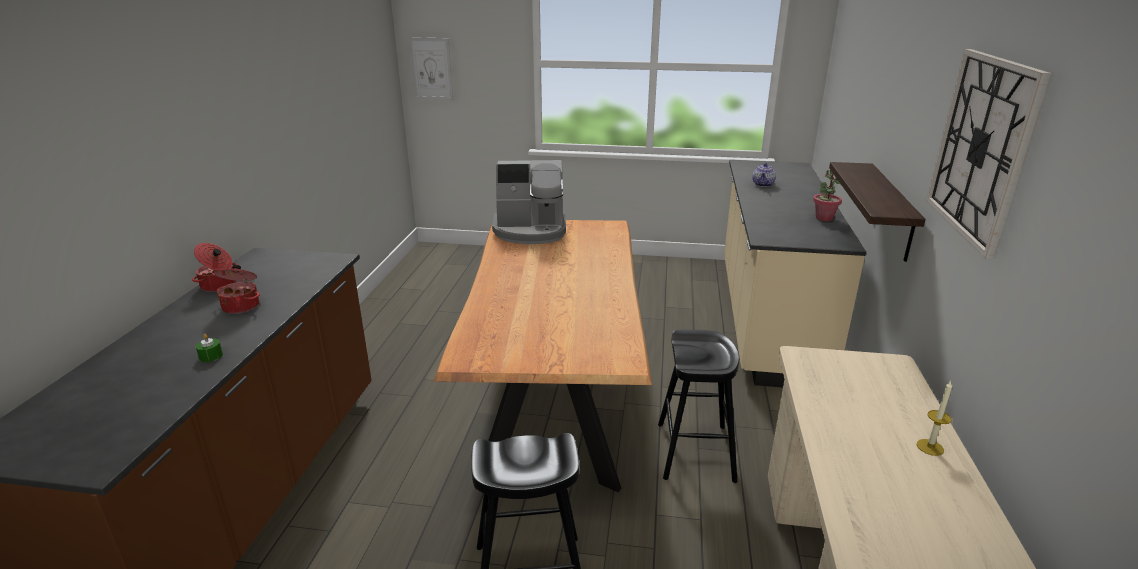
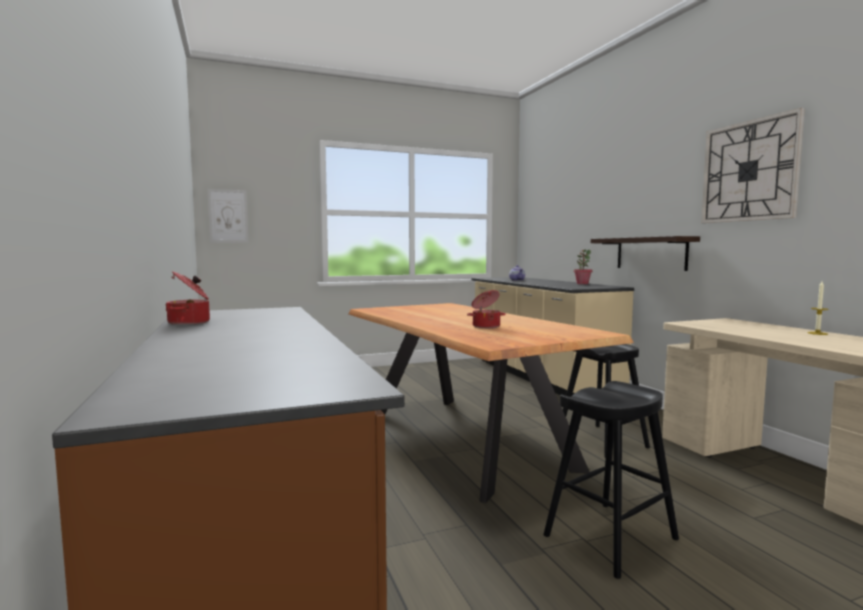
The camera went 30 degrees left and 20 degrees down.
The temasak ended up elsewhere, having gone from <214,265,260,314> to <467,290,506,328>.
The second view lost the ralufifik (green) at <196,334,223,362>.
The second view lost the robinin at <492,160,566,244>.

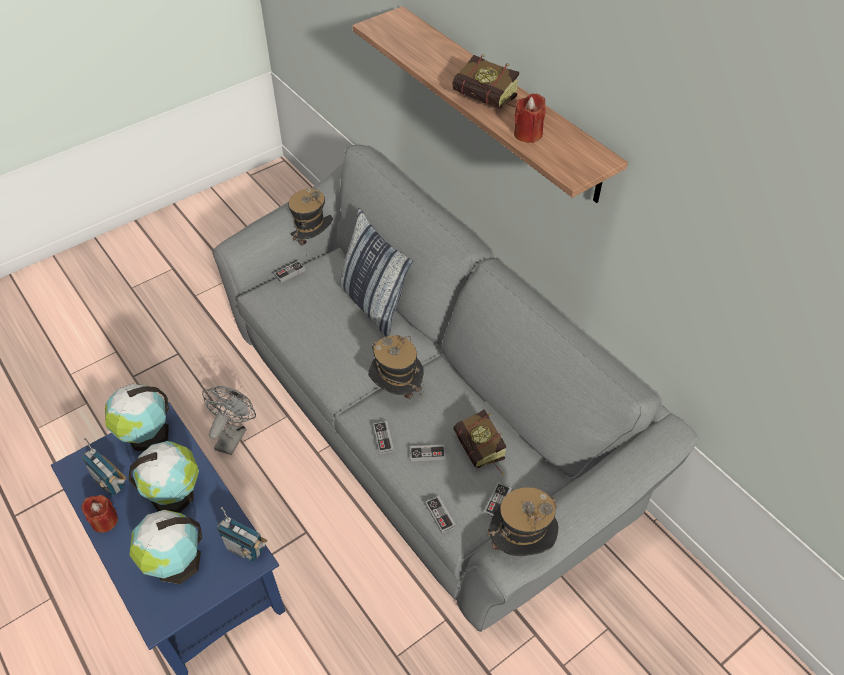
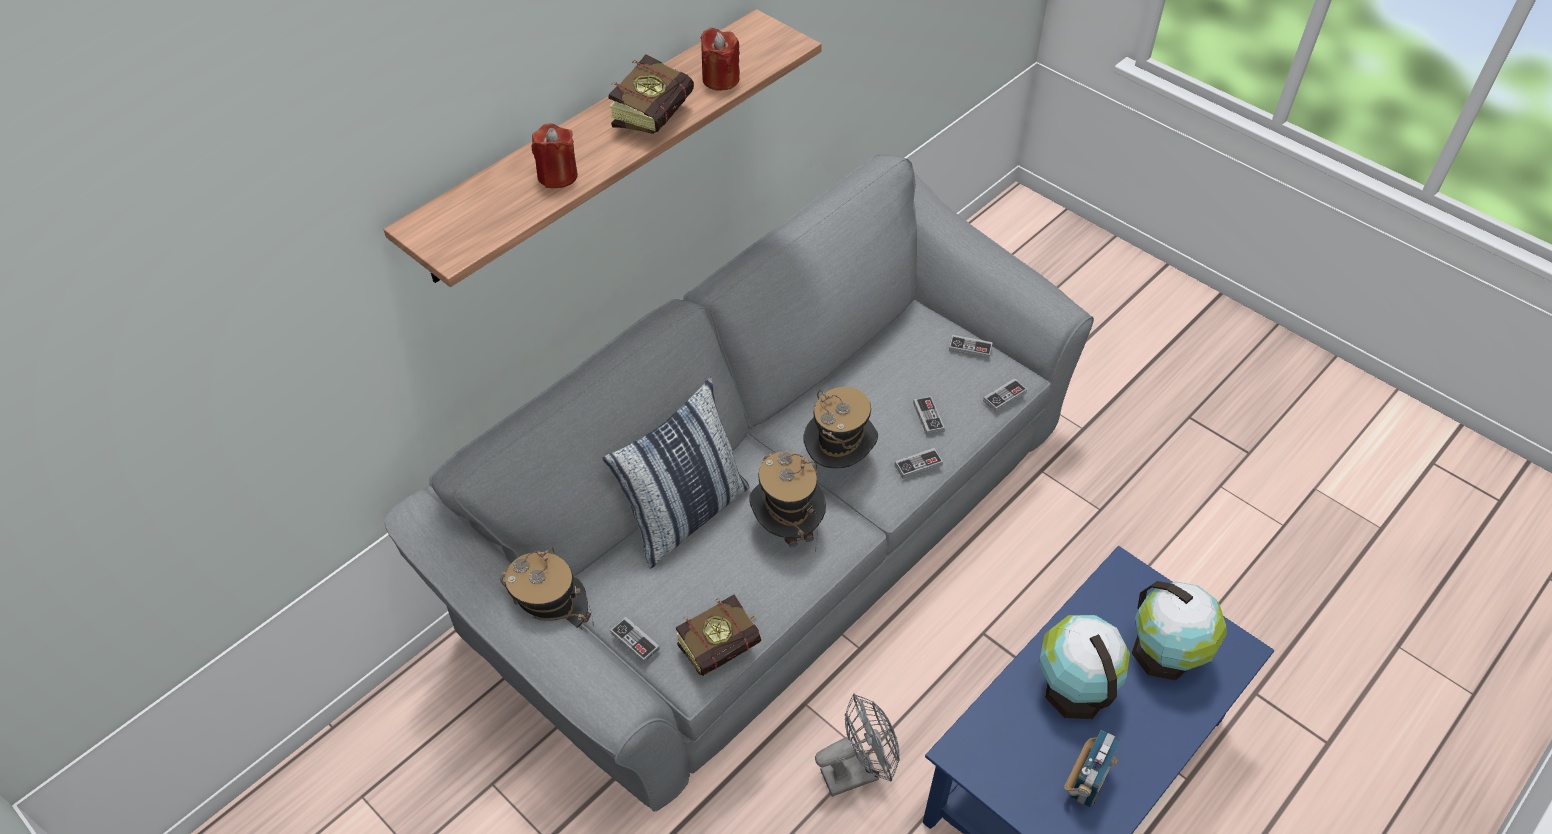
The camera went 100 degrees left and 0 degrees up.
The ralufifik (red) ended up elsewhere, having gone from <81,495,118,533> to <531,123,578,188>.
The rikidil ended up elsewhere, having gone from <453,409,506,475> to <676,595,761,676>.
The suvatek ended up elsewhere, having gone from <487,487,558,562> to <750,451,826,552>.
The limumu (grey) at <202,386,256,455> ended up facing another way, 150 degrees clockwise from before.
The second view lost the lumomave at <105,384,169,451>.
The second view lost the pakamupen at <217,507,267,562>.

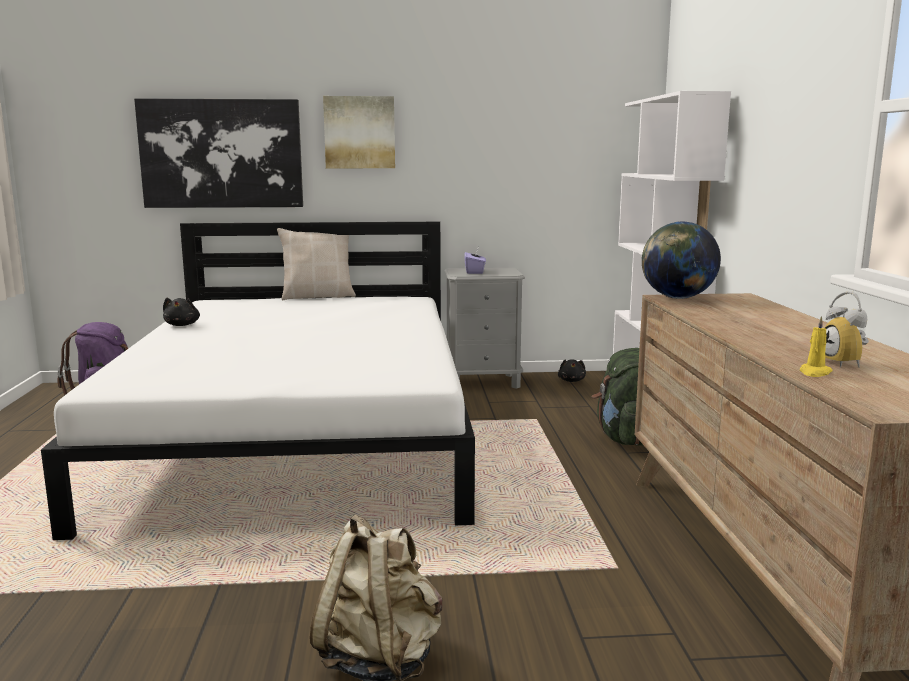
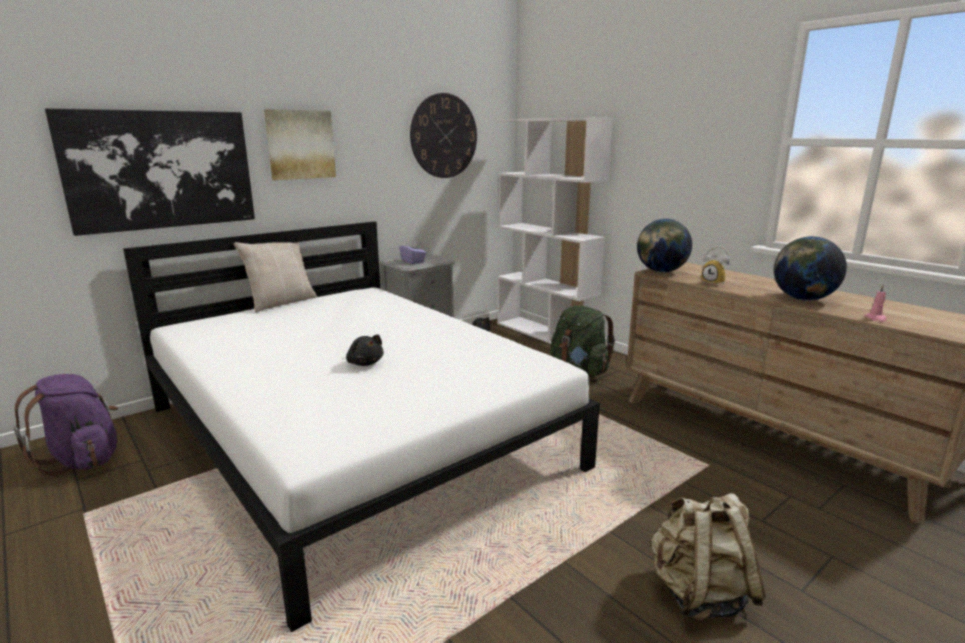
The camera went 35 degrees left and 5 degrees up.
The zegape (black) ended up elsewhere, having gone from <163,298,200,326> to <346,335,384,366>.
The second view gained the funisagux at <410,93,477,178>.
The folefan ended up elsewhere, having gone from <824,291,869,368> to <701,247,730,286>.
The second view gained the lumomave at <773,236,847,301>.
What was the ralufifik (yellow) at <800,316,833,377> turned into the ralufifik (pink) at <864,285,887,322>.

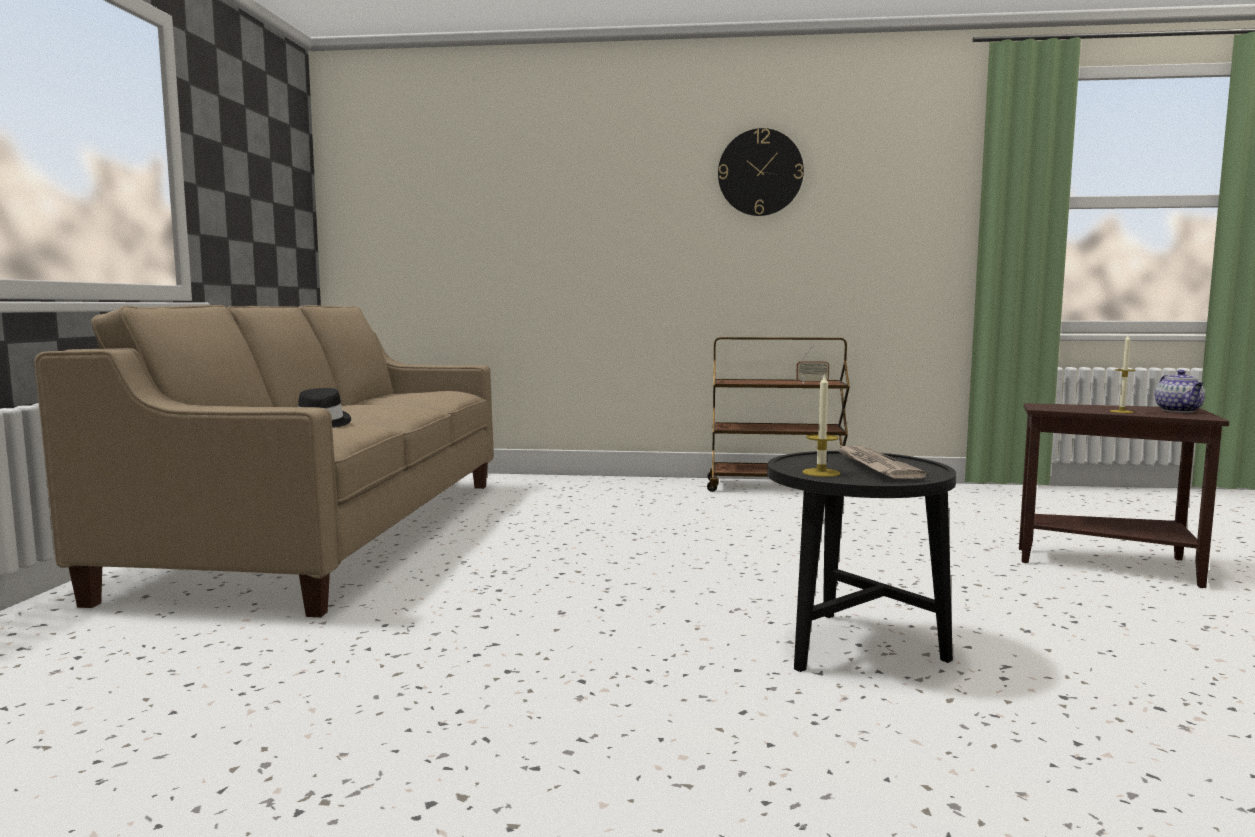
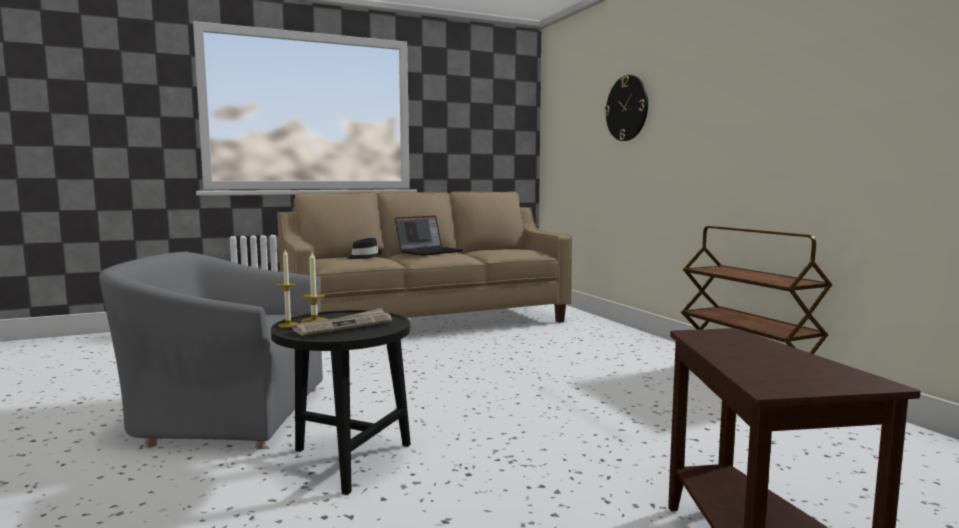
The camera went 60 degrees right and 0 degrees up.
The second view gained the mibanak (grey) at <99,252,323,450>.
The ralufifik ended up elsewhere, having gone from <1110,335,1136,413> to <277,250,297,328>.
The second view gained the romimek at <395,215,463,256>.
The funisagux ended up elsewhere, having gone from <718,128,804,216> to <604,75,648,141>.
The second view lost the pakamupen at <796,345,829,384>.
The second view lost the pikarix at <1155,370,1205,412>.

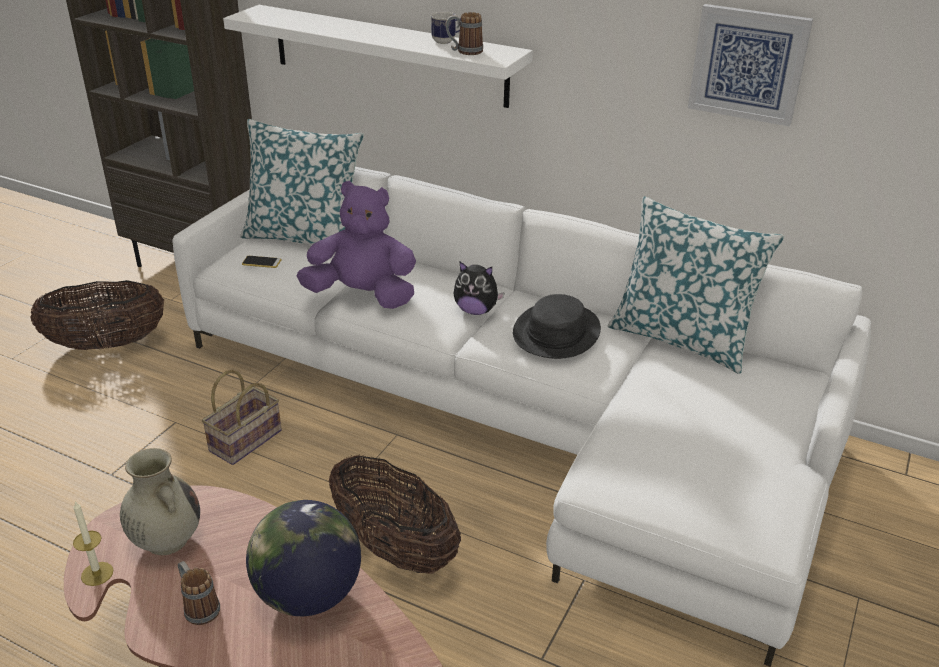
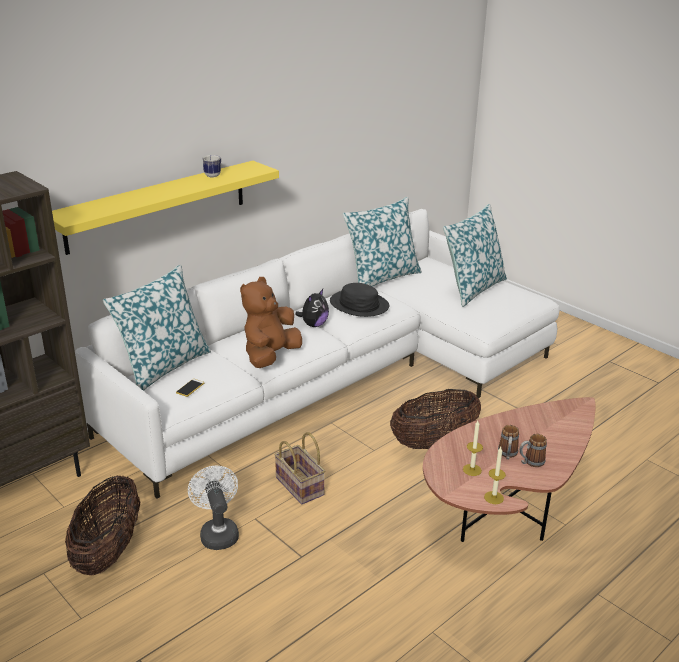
The camera went 70 degrees left and 5 degrees down.
What was the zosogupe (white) at <223,5,533,108> turned into the zosogupe (yellow) at <52,161,279,255>.
The second view gained the limumu (white) at <188,466,239,550>.
What was the zegape (purple) at <296,181,416,309> turned into the zegape (brown) at <240,277,302,368>.
The second view gained the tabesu at <443,204,507,307>.
Where the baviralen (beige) stood at <120,448,200,555>, the ralufifik came to stand at <463,421,483,476>.
The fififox ended up elsewhere, having gone from <446,12,483,55> to <498,425,519,459>.
The second view lost the lumomave at <246,500,361,616>.
The second view lost the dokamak at <688,4,813,126>.

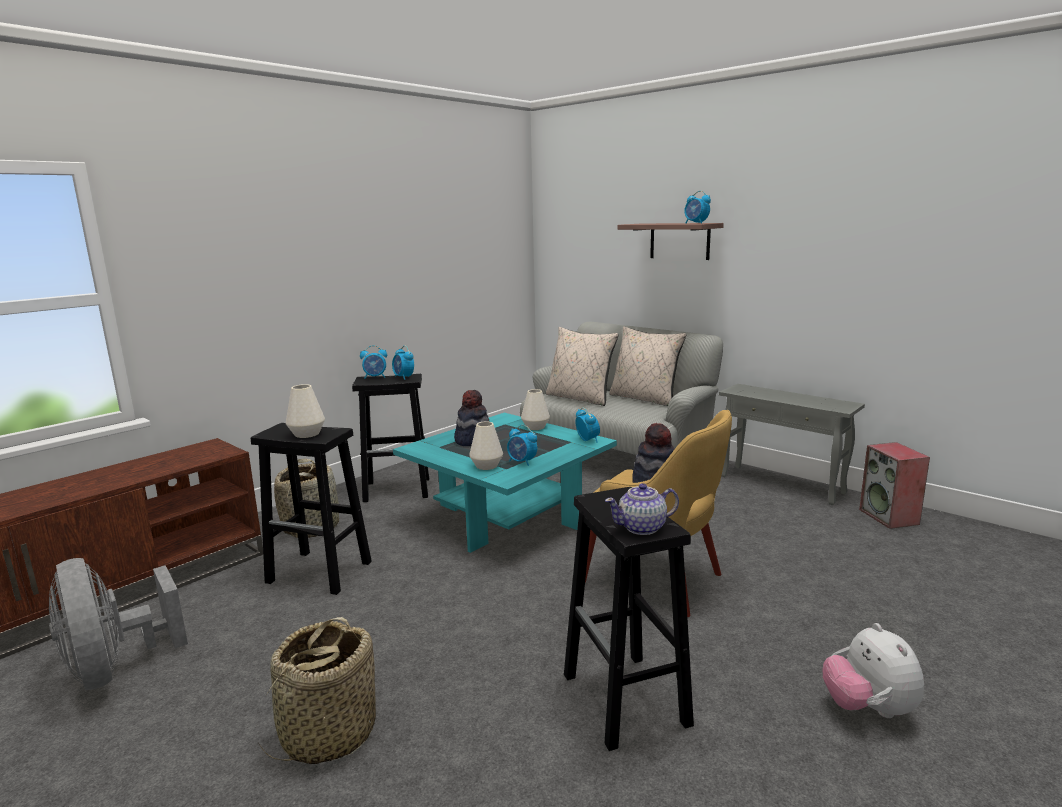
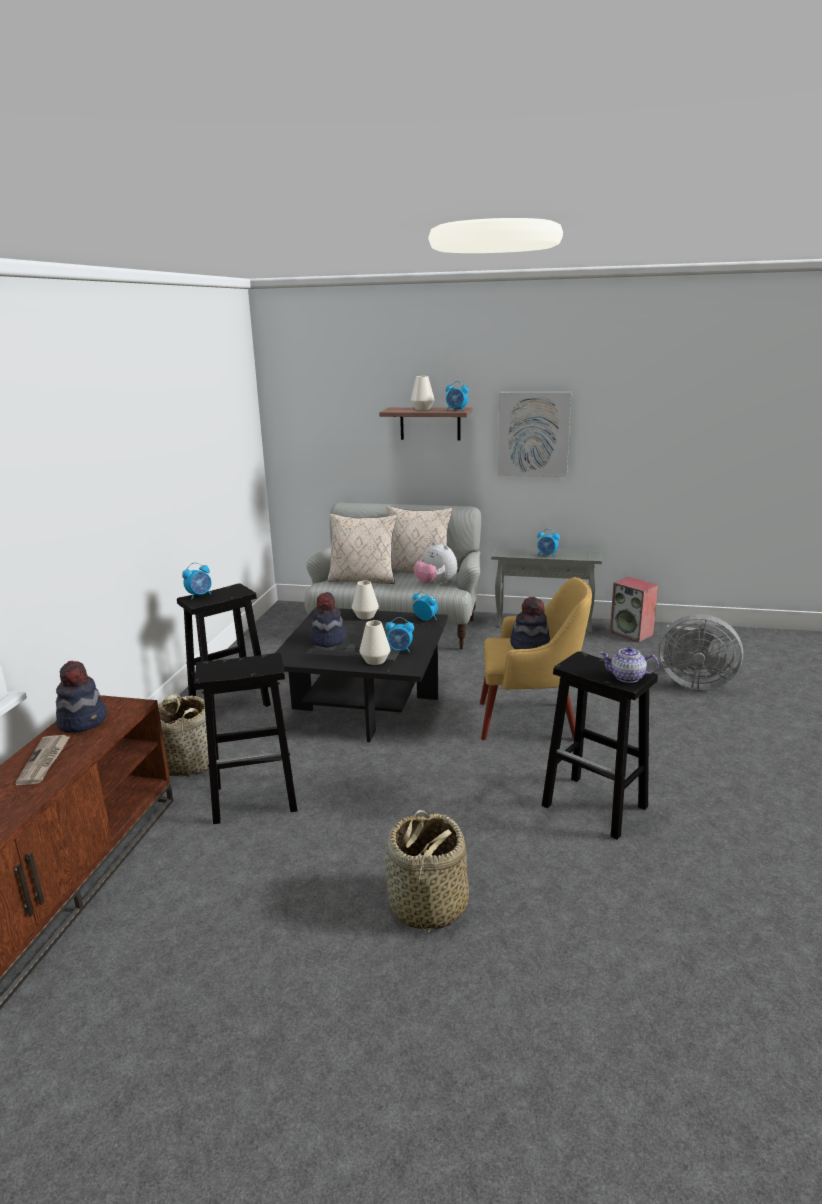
The camera went 30 degrees left and 5 degrees up.
The second view gained the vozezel at <15,735,71,785>.
The second view gained the suvatek at <56,660,107,733>.
What was the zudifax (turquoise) at <393,413,617,553> turned into the zudifax (black) at <275,607,448,742>.
The baviralen (white) ended up elsewhere, having gone from <286,384,325,438> to <411,376,435,410>.
The zegape ended up elsewhere, having gone from <823,623,924,718> to <414,542,457,585>.
The second view gained the dokamak at <498,392,571,477>.
The folefan ended up elsewhere, having gone from <392,346,414,380> to <537,528,560,557>.
The pikarix at <605,483,679,535> ended up facing another way, 60 degrees clockwise from before.
The limumu (grey) ended up elsewhere, having gone from <49,558,188,690> to <658,614,743,690>.

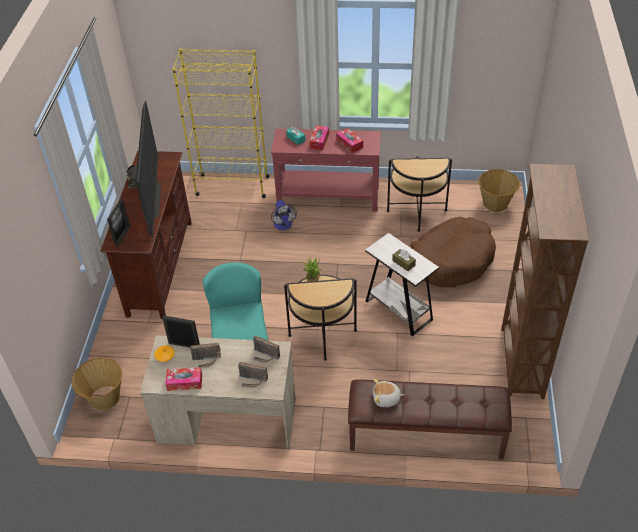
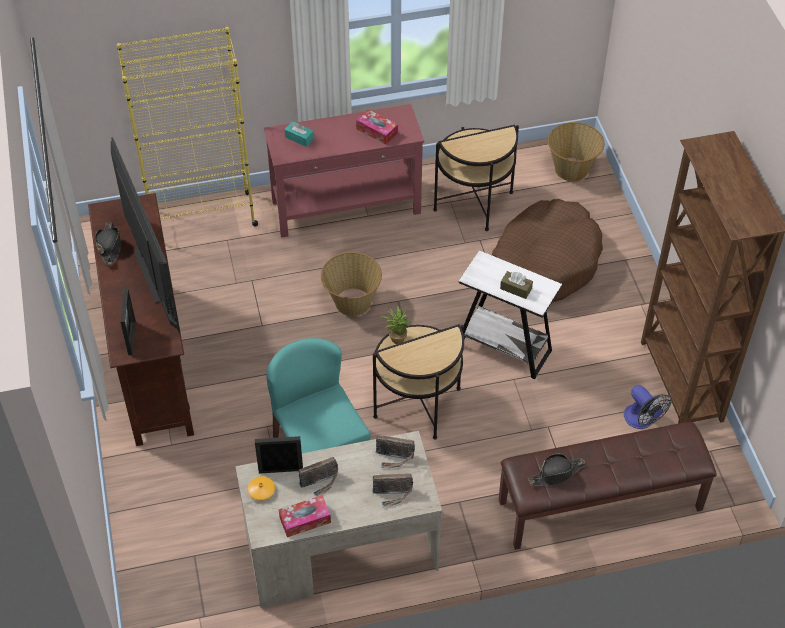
The camera went 20 degrees left and 5 degrees up.
The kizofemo ended up elsewhere, having gone from <71,357,122,410> to <321,252,382,316>.
Where the zegape stood at <373,379,404,407>, the suvatek (black) came to stand at <528,454,586,486>.
The limumu ended up elsewhere, having gone from <271,200,297,230> to <624,385,671,429>.
The second view lost the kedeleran at <309,125,329,150>.

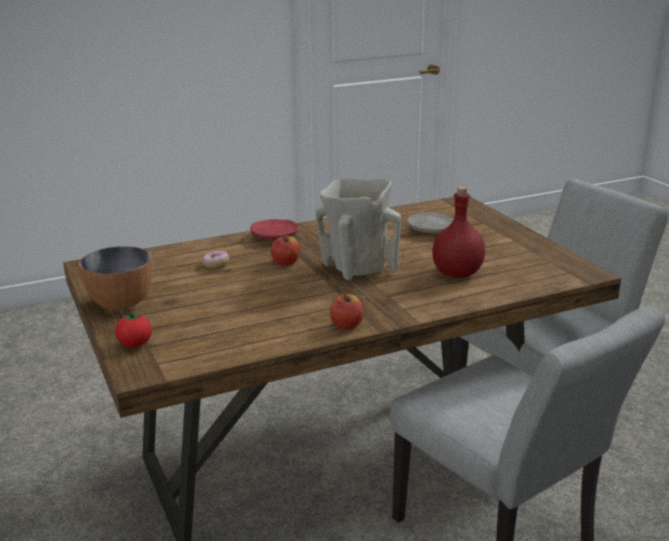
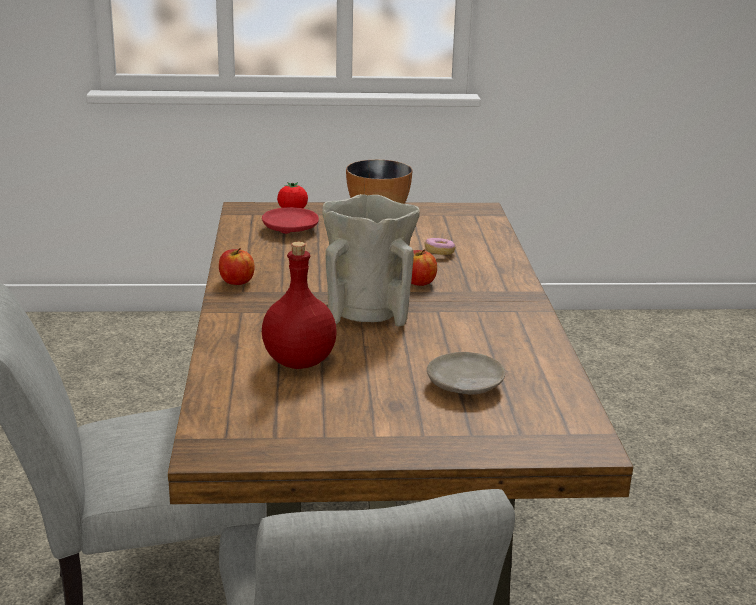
The camera went 110 degrees right and 0 degrees up.
The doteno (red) ended up elsewhere, having gone from <250,219,299,241> to <262,207,319,234>.

